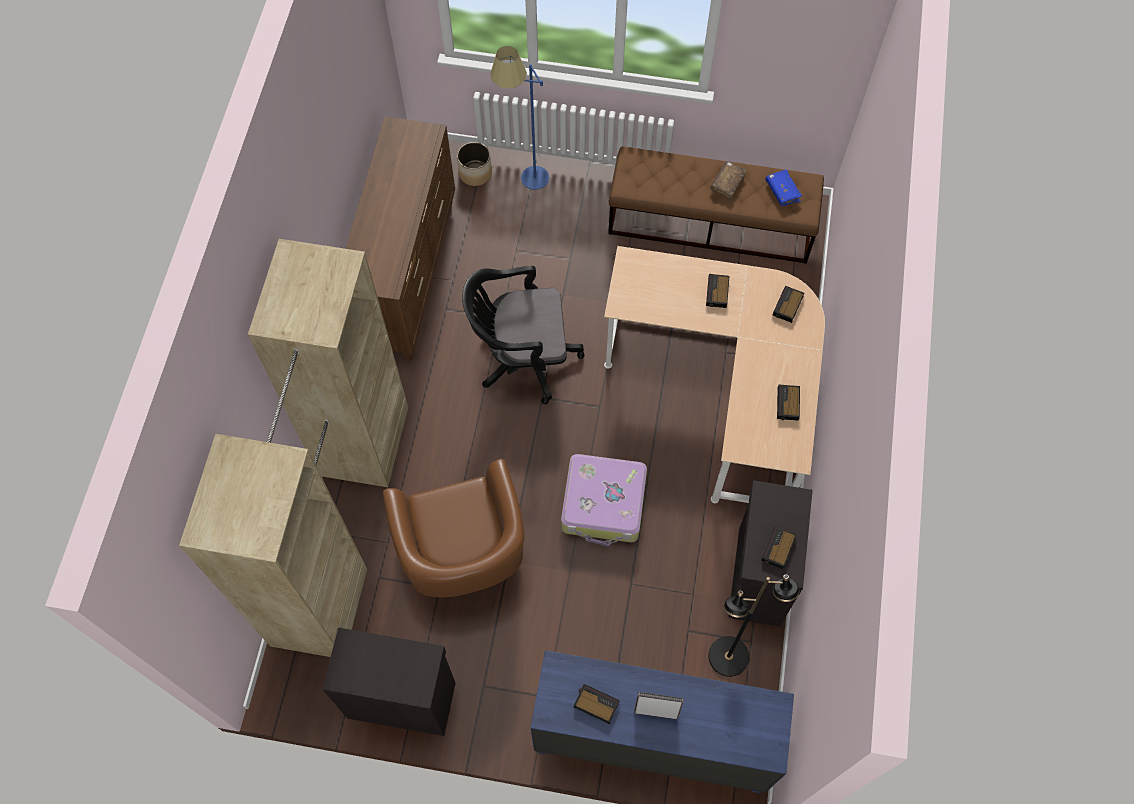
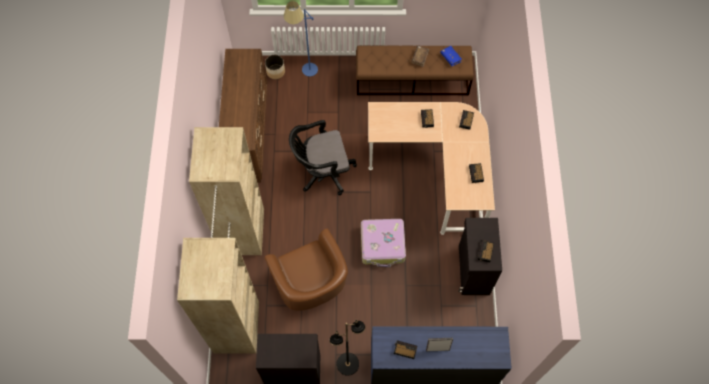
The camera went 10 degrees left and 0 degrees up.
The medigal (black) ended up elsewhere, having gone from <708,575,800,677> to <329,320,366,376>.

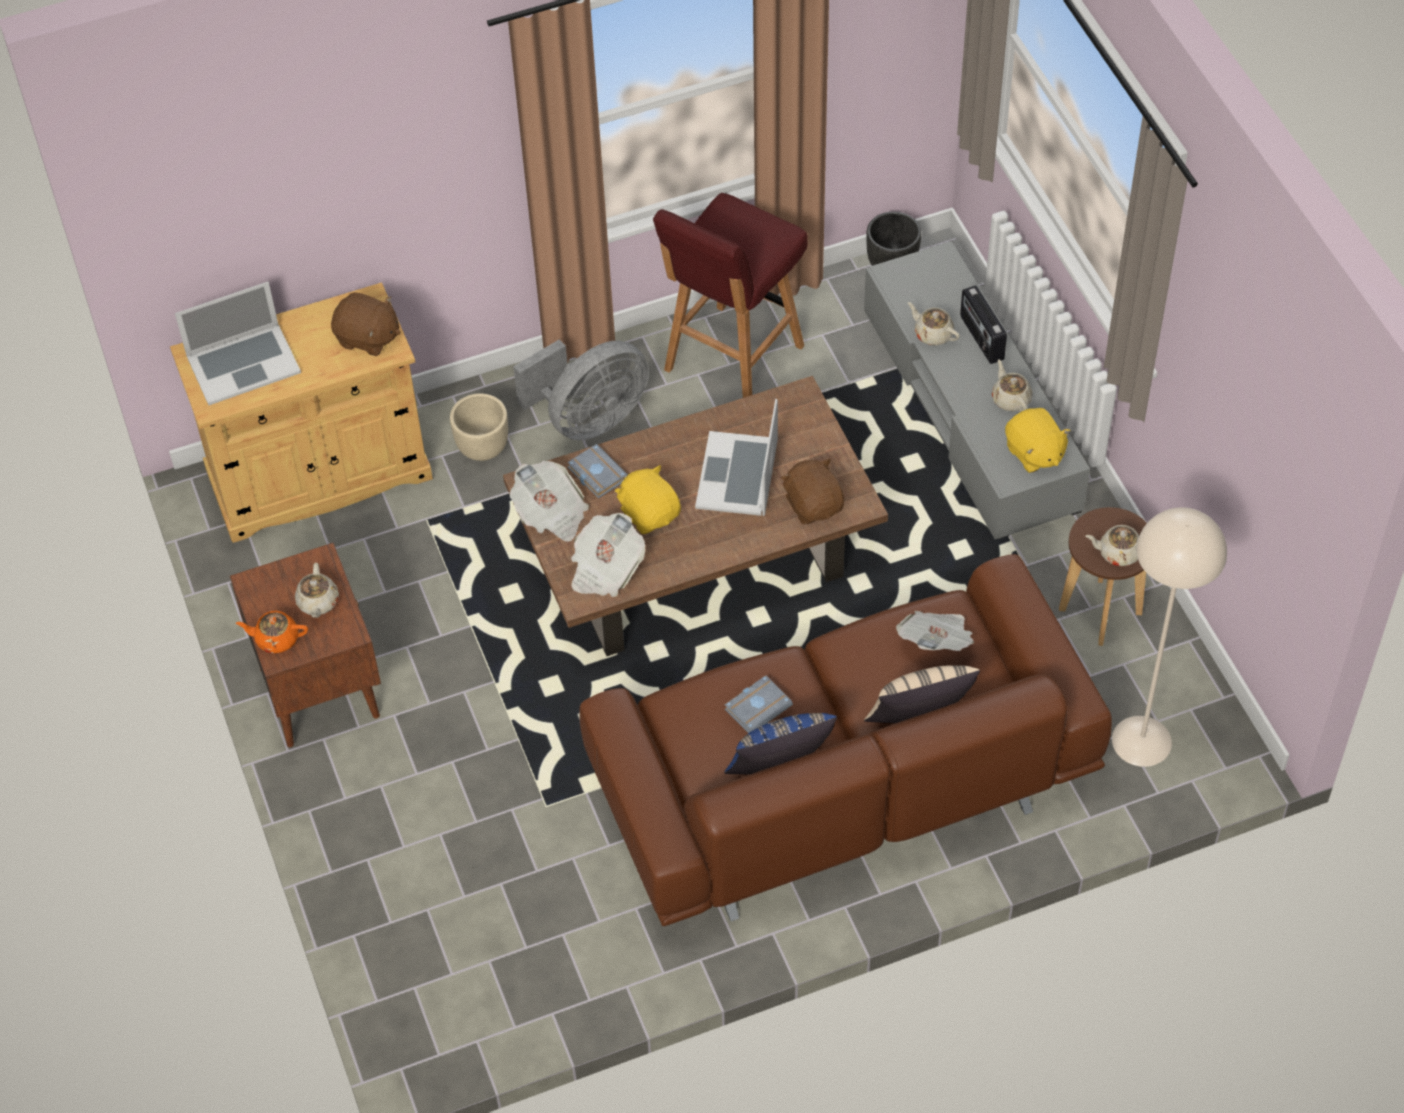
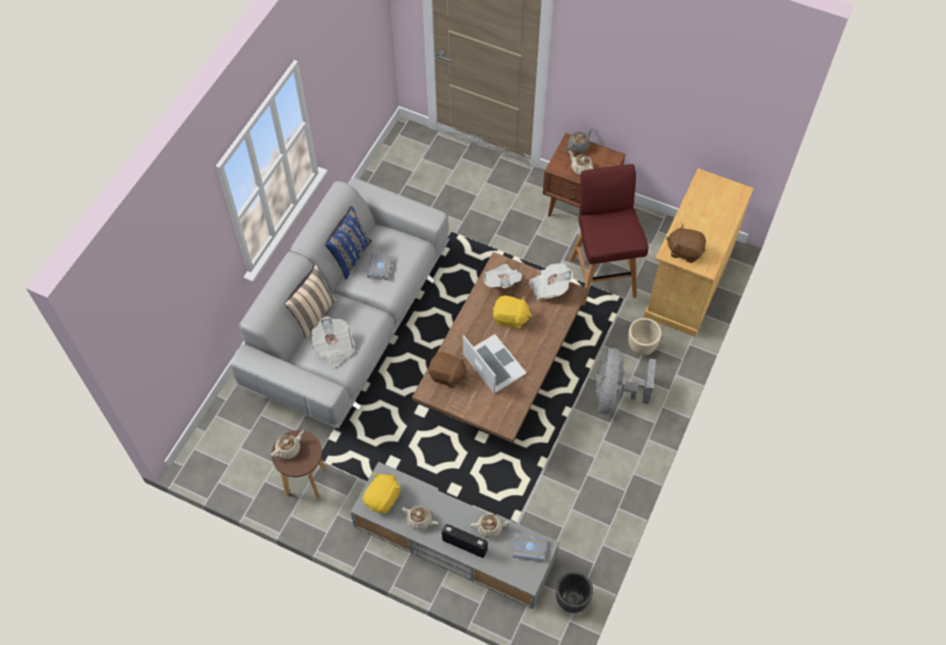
The camera went 135 degrees right and 5 degrees up.
What was the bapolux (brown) at <580,554,1112,926> turned into the bapolux (grey) at <230,178,450,429>.
The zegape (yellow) at <1005,408,1071,473> ended up facing another way, 105 degrees clockwise from before.
The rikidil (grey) ended up elsewhere, having gone from <567,444,628,499> to <513,534,547,562>.
What was the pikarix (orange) at <236,611,308,653> turned into the pikarix (grey) at <567,129,593,153>.
The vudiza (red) ended up elsewhere, having gone from <653,193,808,398> to <569,164,649,305>.
The zegape (brown) at <331,292,401,356> ended up facing another way, 45 degrees clockwise from before.
The second view lost the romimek at <175,282,301,405>.
The second view lost the medigal (beige) at <1112,507,1227,767>.

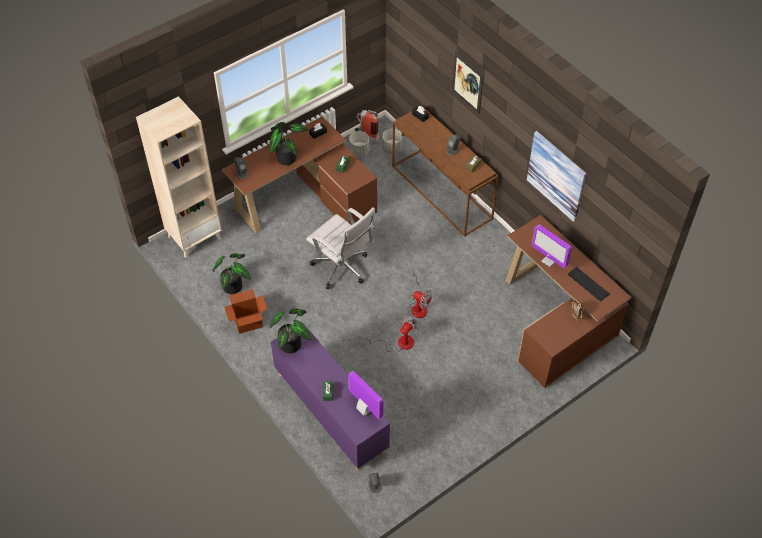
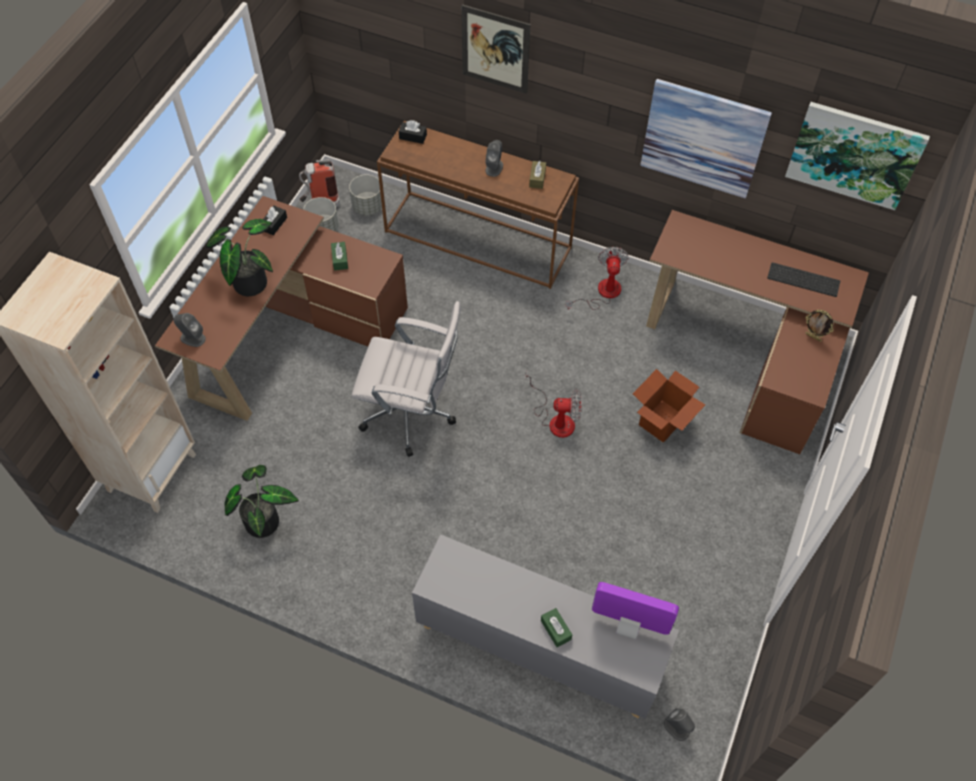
The camera went 30 degrees left and 5 degrees up.
What was the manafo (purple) at <271,323,390,471> turned into the manafo (grey) at <412,535,679,719>.
The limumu ended up elsewhere, having gone from <367,316,419,352> to <566,247,629,310>.
The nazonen ended up elsewhere, having gone from <224,289,267,334> to <633,369,705,443>.
The second view gained the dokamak at <785,102,930,210>.
The second view lost the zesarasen at <269,308,311,353>.
The second view lost the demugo at <532,225,572,268>.

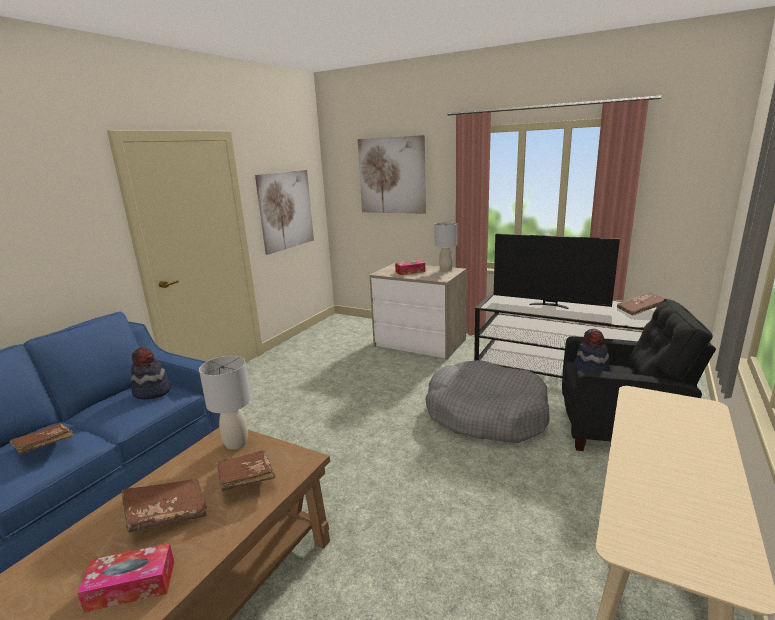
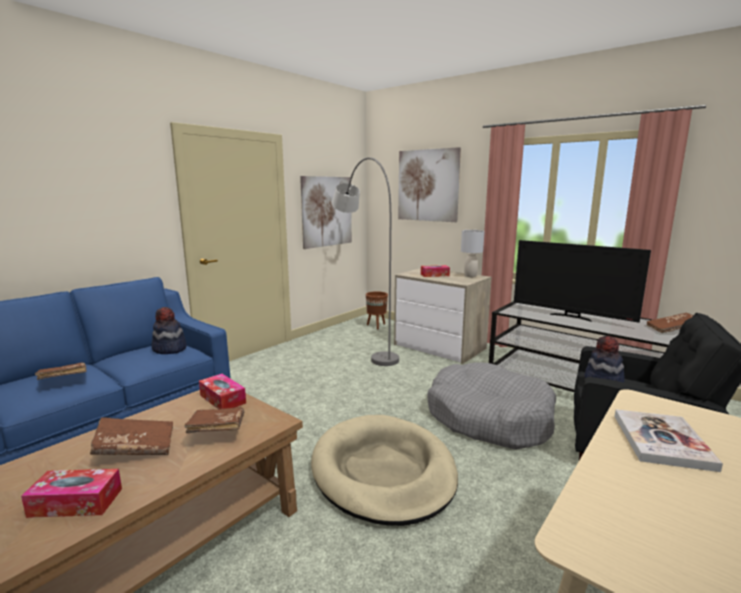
The camera went 10 degrees right and 5 degrees down.
Where the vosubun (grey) stood at <199,356,251,450>, the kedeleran came to stand at <199,374,246,410>.
The second view gained the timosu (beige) at <311,415,458,526>.
The second view gained the medigal (grey) at <331,157,399,366>.
The second view gained the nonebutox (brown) at <366,291,388,330>.
The second view gained the rikidil at <614,409,723,472>.

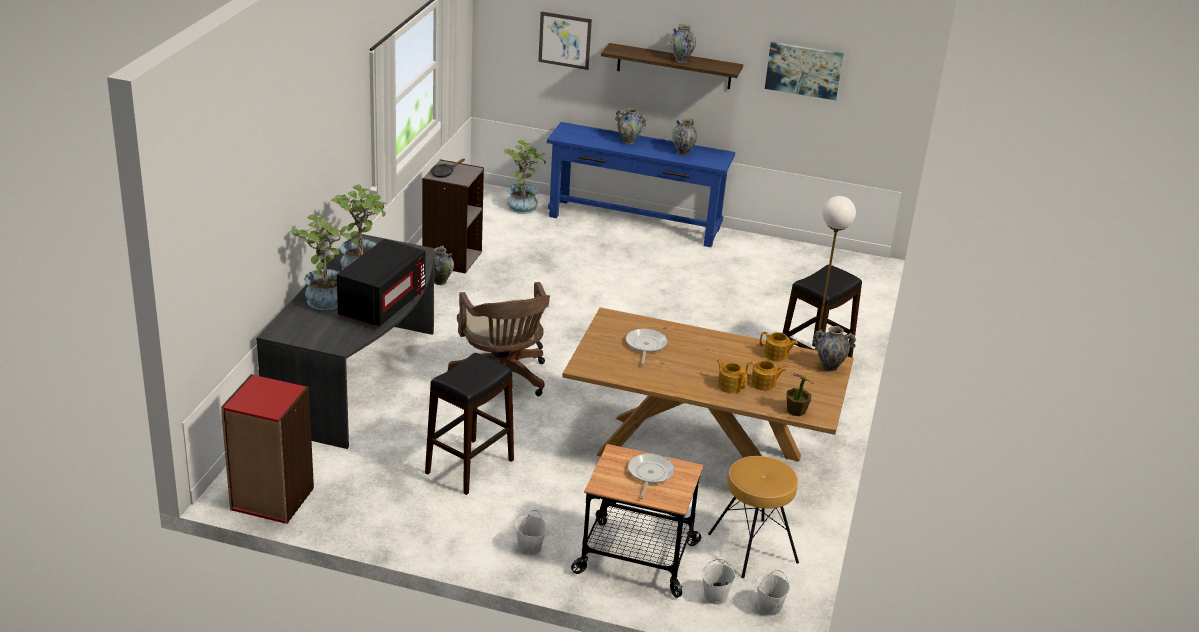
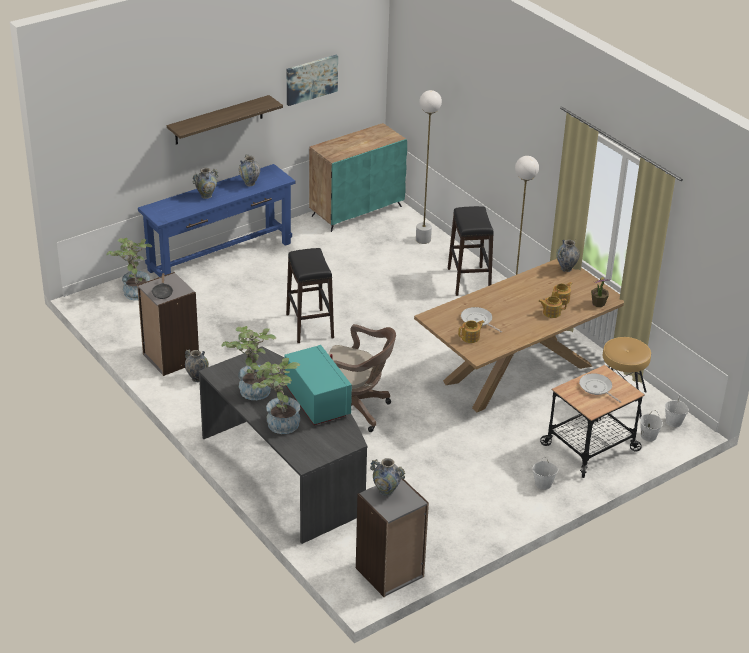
The camera went 50 degrees left and 5 degrees up.
What was the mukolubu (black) at <337,239,426,326> turned into the mukolubu (turquoise) at <284,345,352,425>.
The vudiza (black) ended up elsewhere, having gone from <425,353,514,495> to <286,248,334,343>.
The second view gained the manafo (turquoise) at <309,123,407,232>.
What was the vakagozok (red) at <221,374,314,524> turned into the vakagozok (grey) at <356,478,429,597>.
The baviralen ended up elsewhere, having gone from <670,24,696,63> to <370,458,405,497>.
The second view gained the medigal (white) at <416,90,442,244>.
The pikarix ended up elsewhere, having gone from <760,332,798,361> to <458,320,484,343>.
The second view lost the dokamak at <538,11,592,70>.

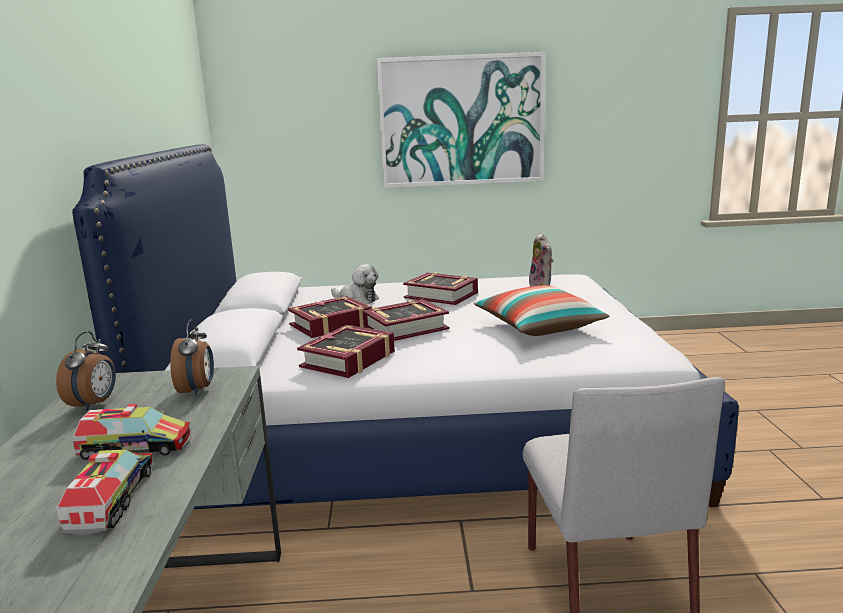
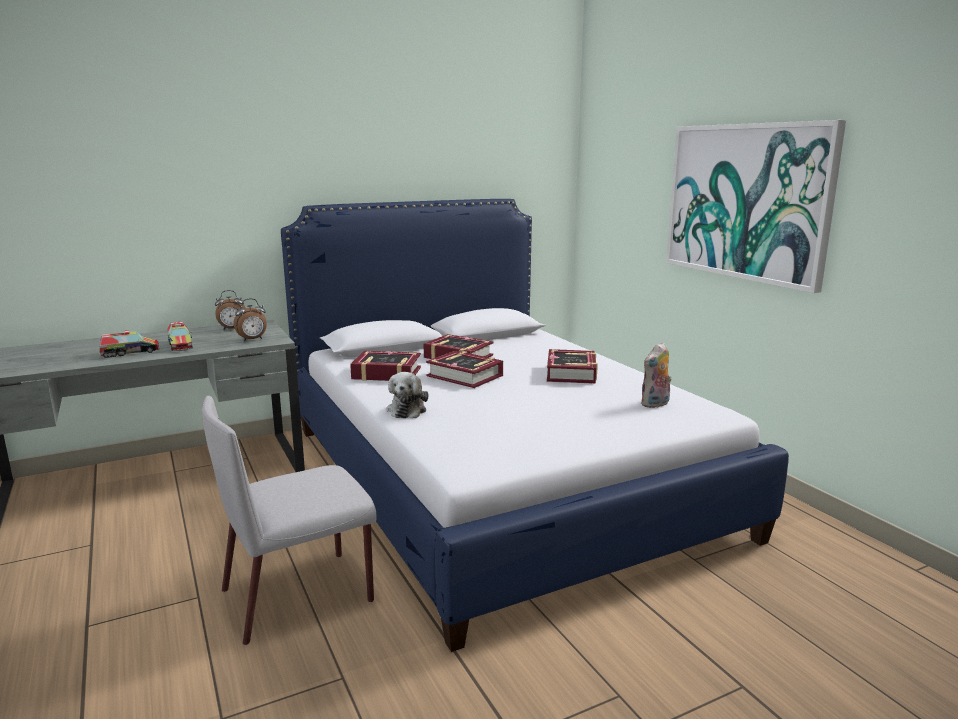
The camera went 65 degrees right and 0 degrees up.
The zegape ended up elsewhere, having gone from <331,264,379,304> to <386,372,429,418>.
The second view lost the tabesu at <474,285,609,336>.

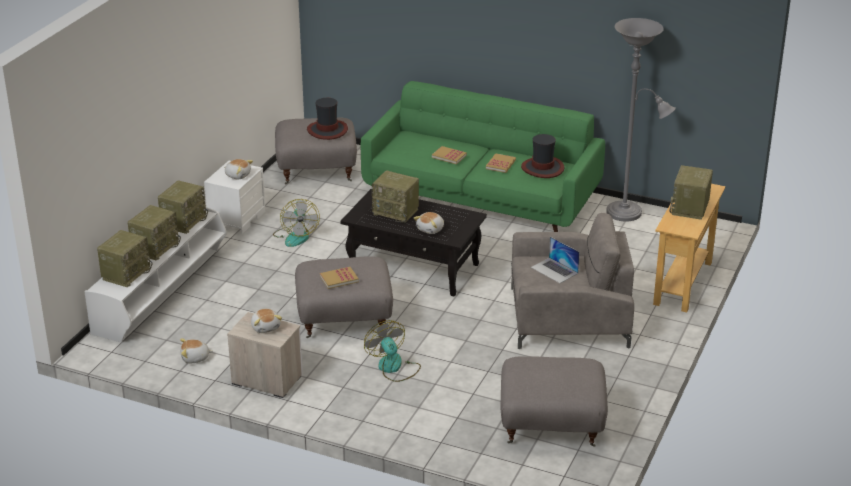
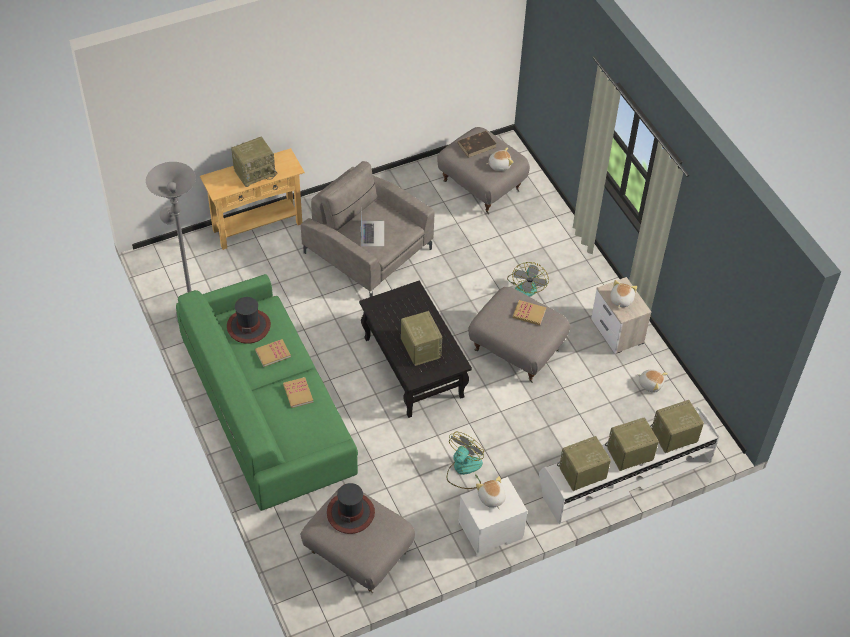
The camera went 140 degrees left and 20 degrees up.
The second view gained the rikidil (brown) at <457,131,496,158>.
The zegape ended up elsewhere, having gone from <413,212,444,234> to <486,147,513,171>.

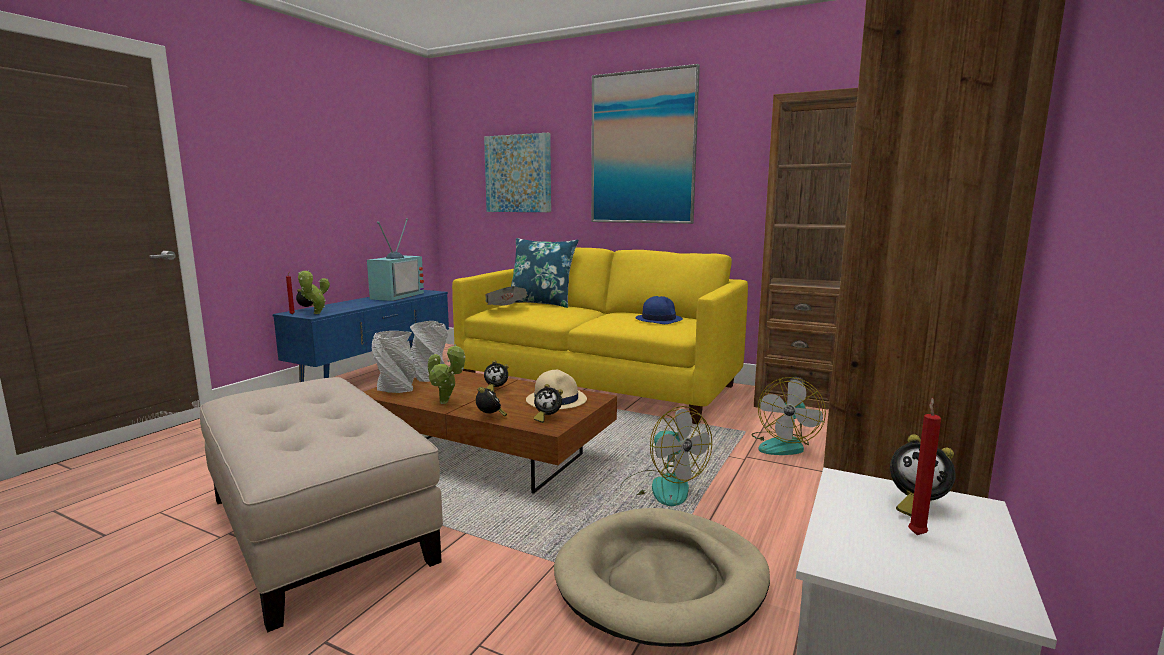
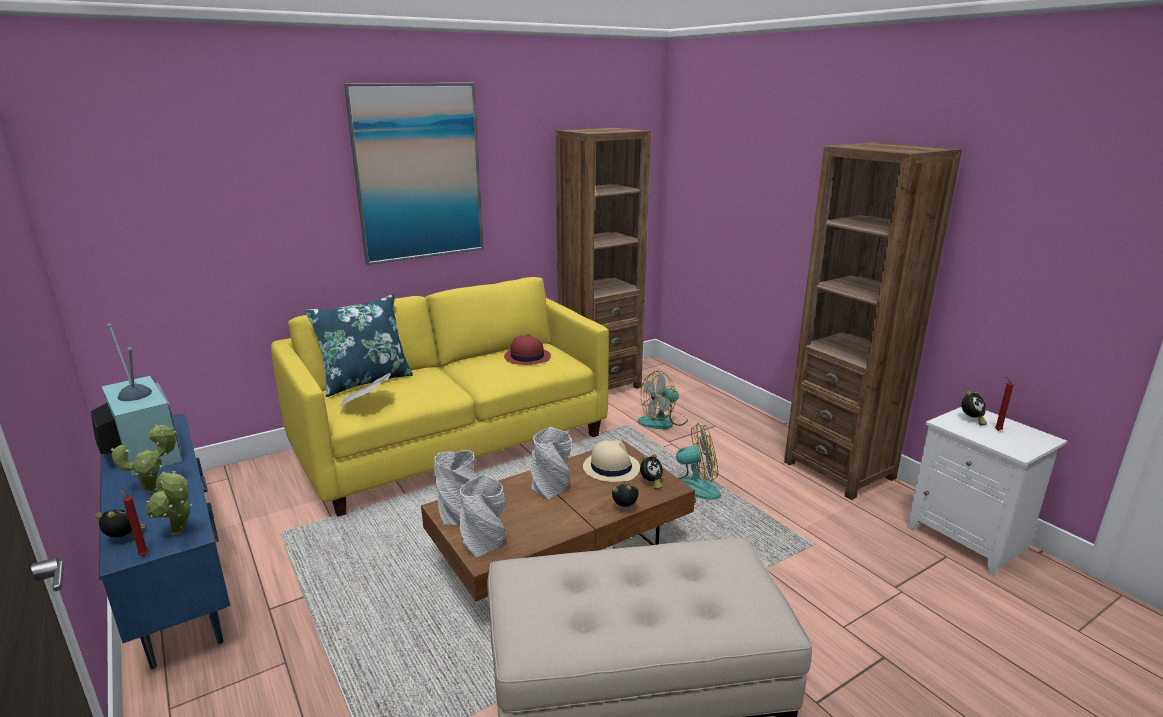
The camera went 60 degrees left and 10 degrees up.
The zesarasen ended up elsewhere, having gone from <428,344,465,404> to <111,424,177,494>.
What was the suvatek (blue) at <636,296,683,324> turned into the suvatek (red) at <504,334,551,365>.
Where the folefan stood at <484,360,509,392>, the baviralen (grey) came to stand at <530,427,571,499>.
The limumu at <751,377,826,455> ended up facing another way, 90 degrees clockwise from before.
The second view lost the dokamak at <484,133,551,212>.
The second view lost the timosu (beige) at <554,508,770,647>.

